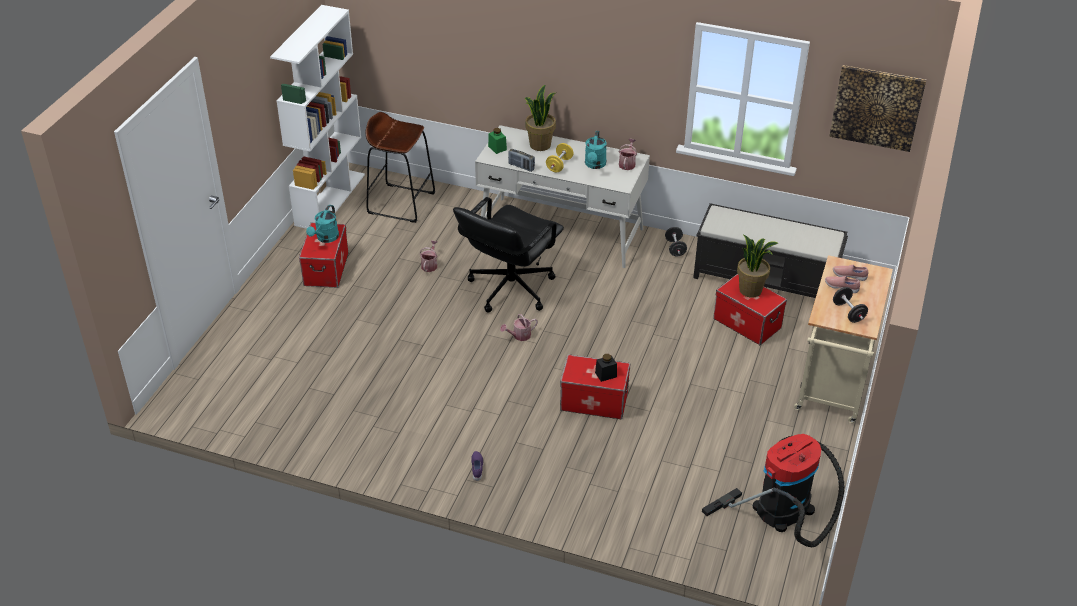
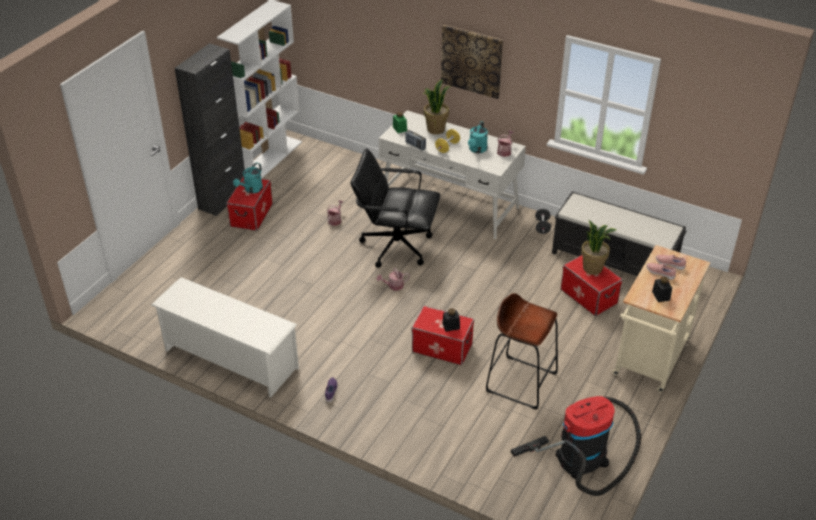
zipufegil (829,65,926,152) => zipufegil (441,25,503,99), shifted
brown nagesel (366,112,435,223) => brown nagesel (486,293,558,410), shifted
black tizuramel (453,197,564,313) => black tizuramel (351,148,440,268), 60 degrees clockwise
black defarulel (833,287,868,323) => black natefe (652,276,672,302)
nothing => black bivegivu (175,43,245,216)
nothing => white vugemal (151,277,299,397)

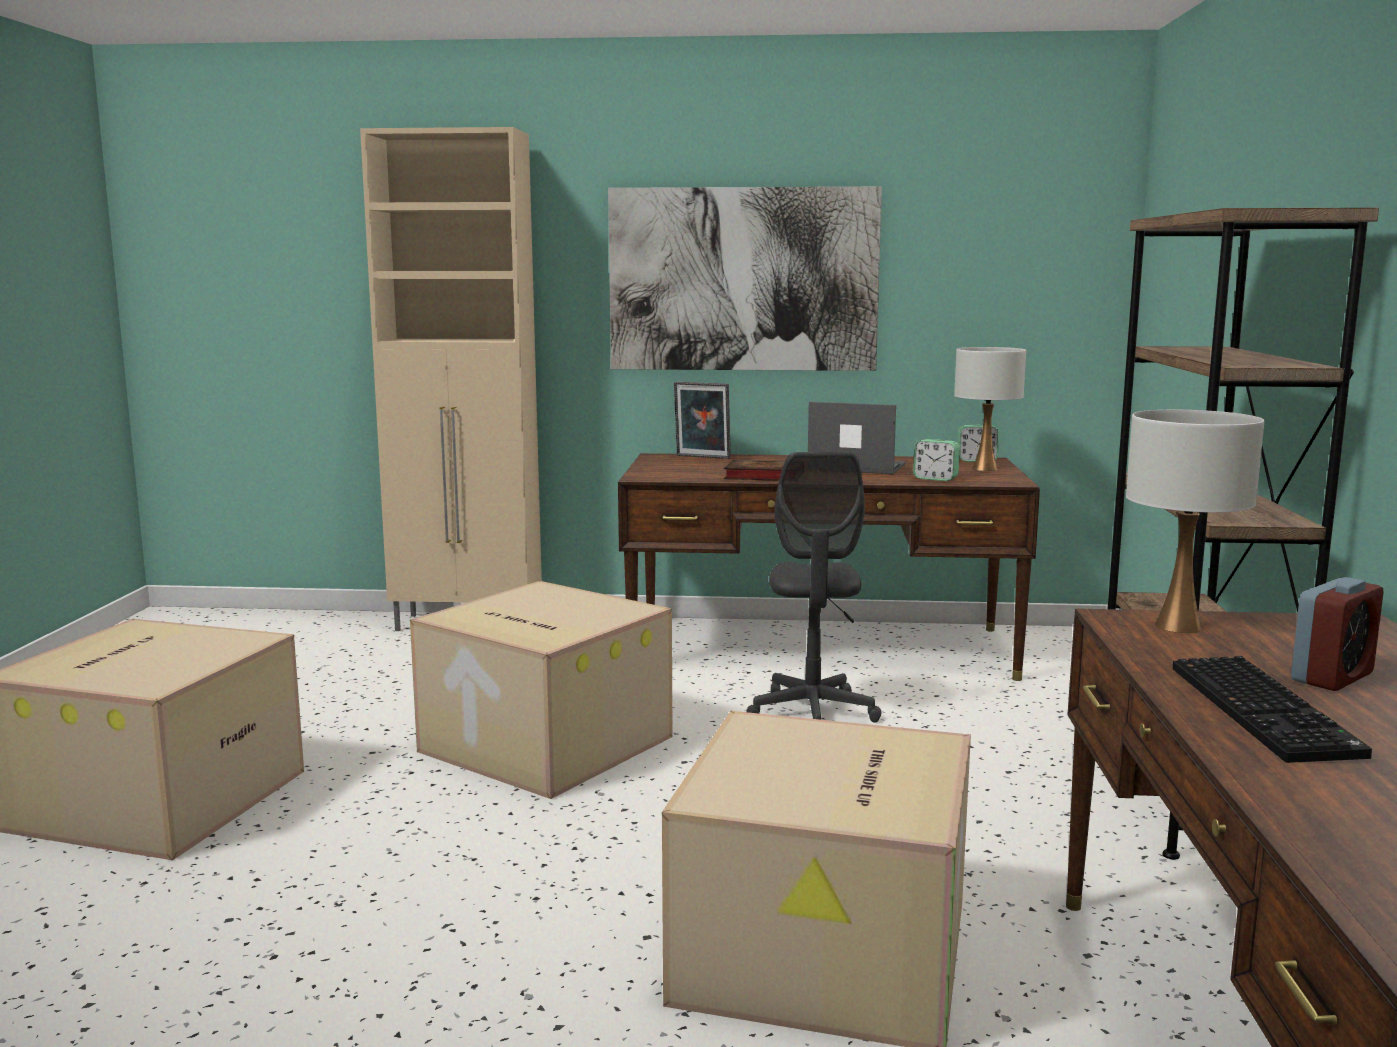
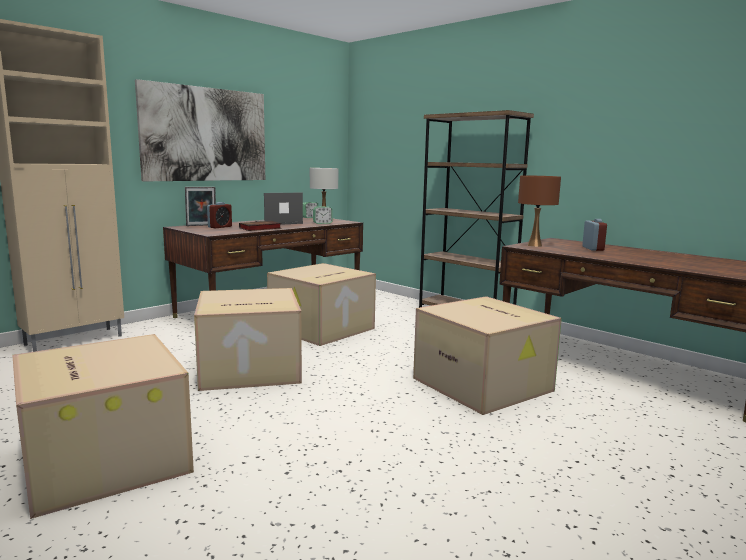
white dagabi (1126,410,1264,633) => brown dagabi (518,175,561,247)
grey tizuramel (746,452,882,723) => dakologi (267,263,376,346)
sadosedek (1173,656,1372,763) => nothing
nothing => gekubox (207,202,232,228)

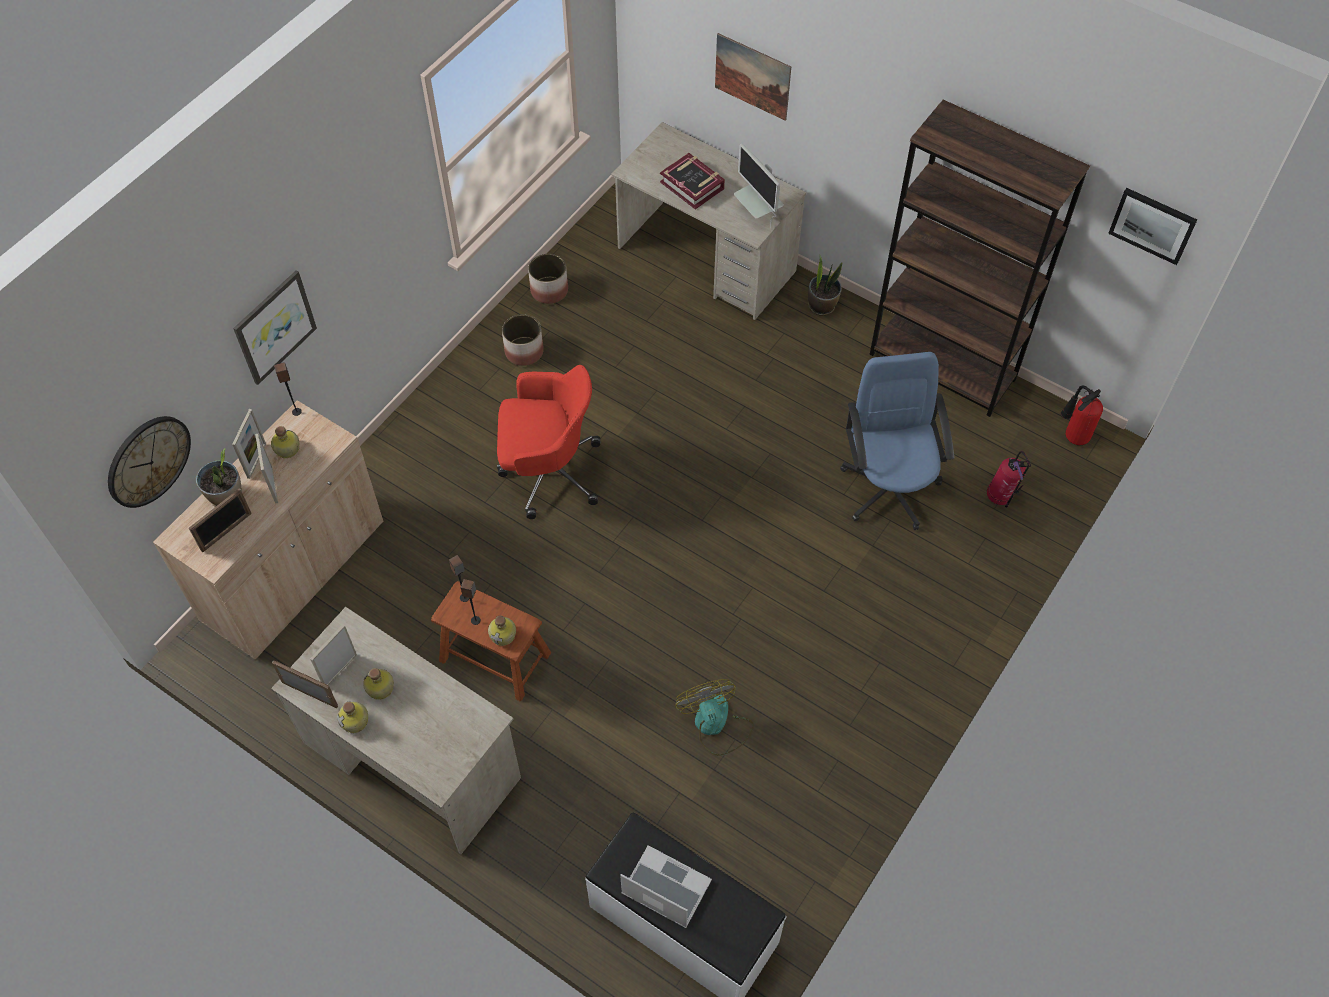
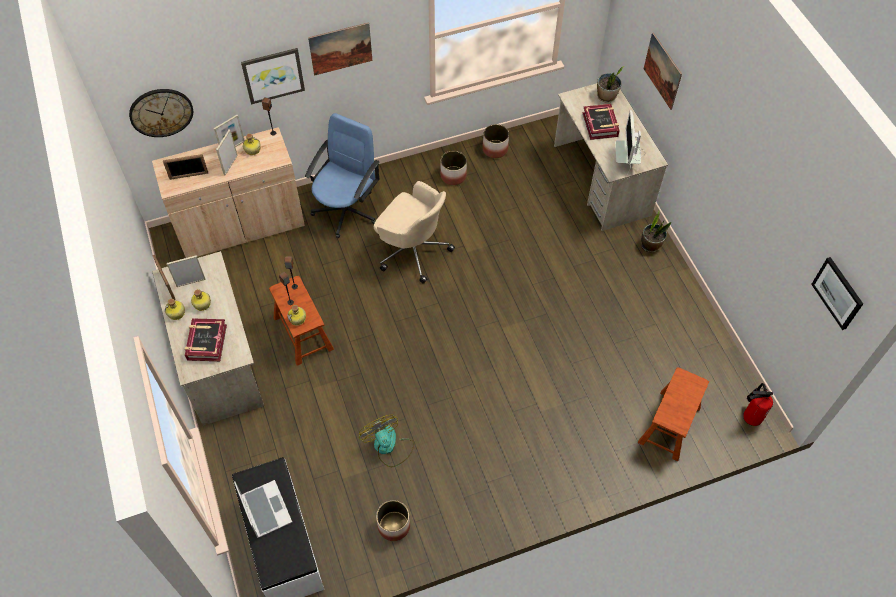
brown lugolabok (869,100,1090,417) => nothing
blue tizuramel (840,352,955,530) => blue tizuramel (305,113,380,238), shifted
red tizuramel (497,365,600,519) => beige tizuramel (374,181,455,283)
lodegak (196,448,242,507) => lodegak (597,66,624,103), shifted
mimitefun (987,451,1031,508) => brown nagesel (638,367,709,461)
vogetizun (675,679,754,756) => vogetizun (359,415,414,467), 45 degrees counterclockwise
nothing => zipufegil (308,22,372,76)
nothing => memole (185,318,227,361)
nothing => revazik (376,500,410,541)

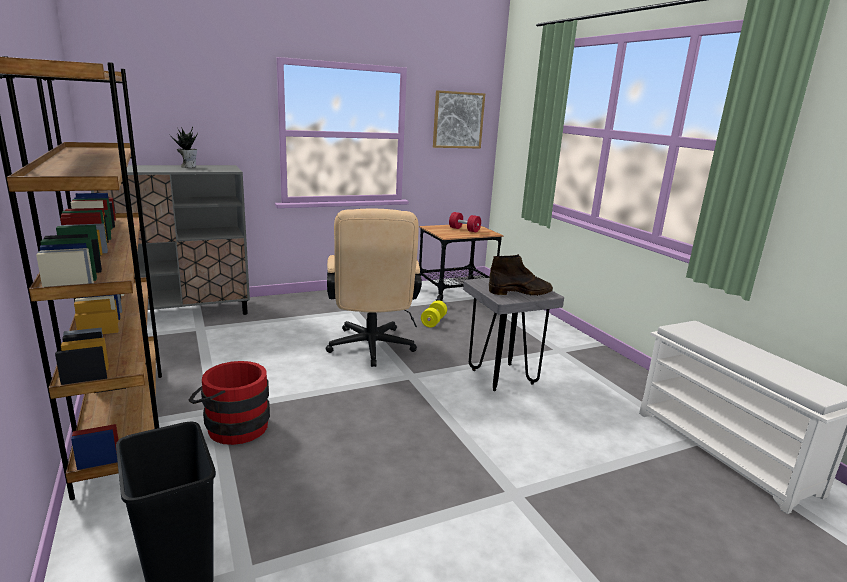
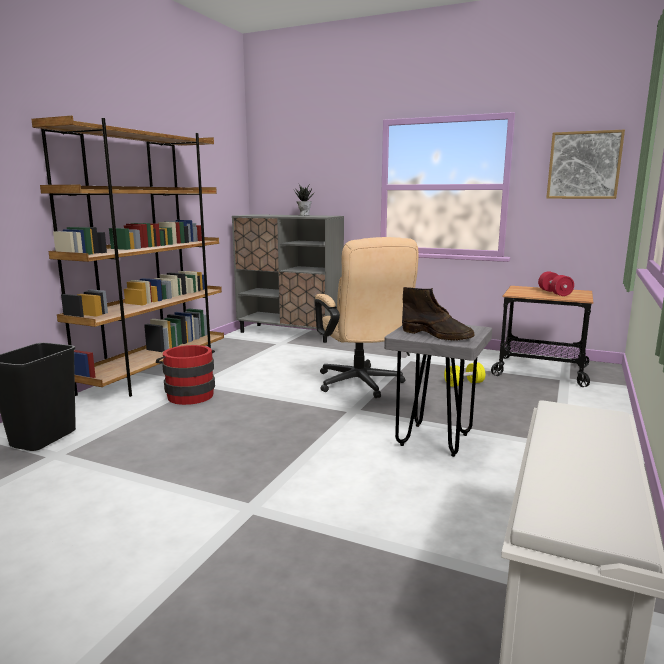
beige tizuramel (326,209,422,367) => beige tizuramel (315,237,419,398), 60 degrees counterclockwise

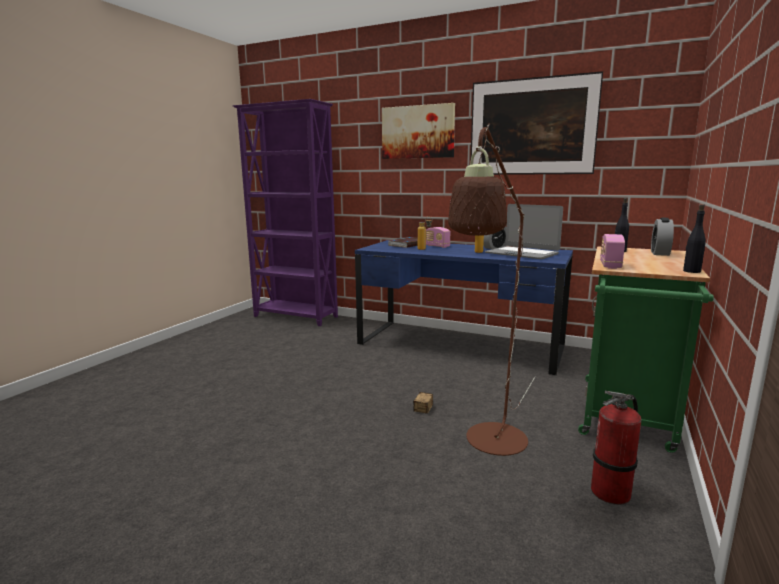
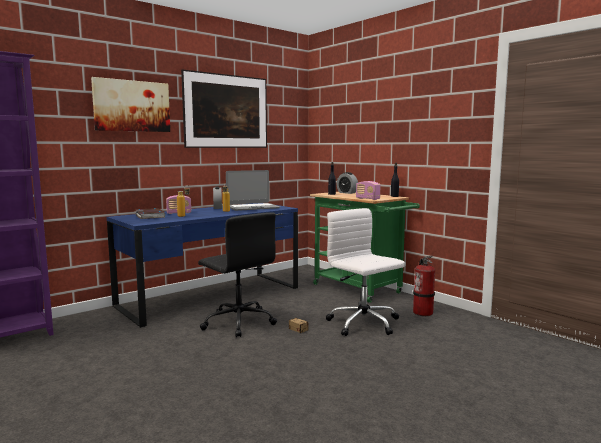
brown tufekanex (448,124,535,456) => white tizuramel (326,208,406,336)
nothing => black tizuramel (198,212,277,337)

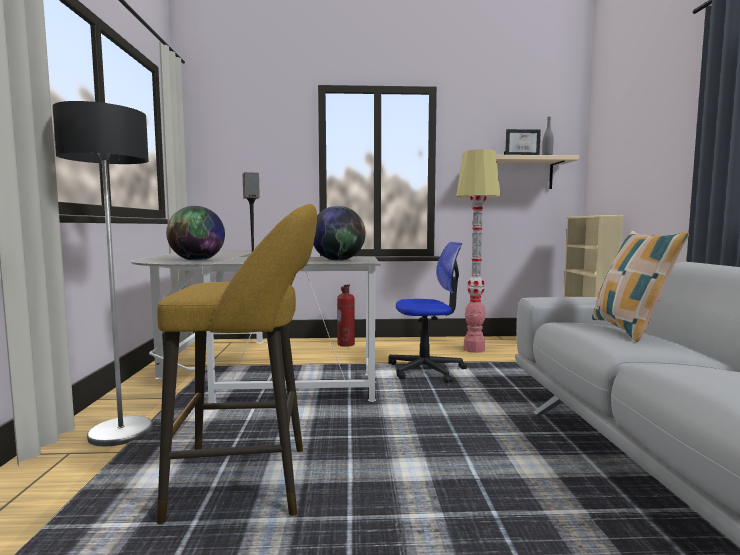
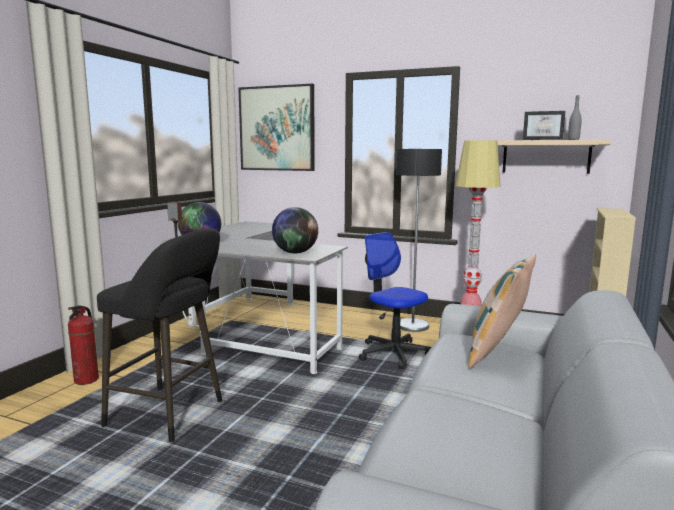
tufekanex (52,101,153,446) => tufekanex (396,149,442,332), shifted
yellow nagesel (157,204,317,524) => black nagesel (97,228,222,442)
tizuramel (388,242,467,383) => tizuramel (359,232,431,369), 150 degrees counterclockwise
mimitefun (337,285,355,347) => mimitefun (68,306,99,385), shifted
nothing => zipufegil (238,84,315,171)

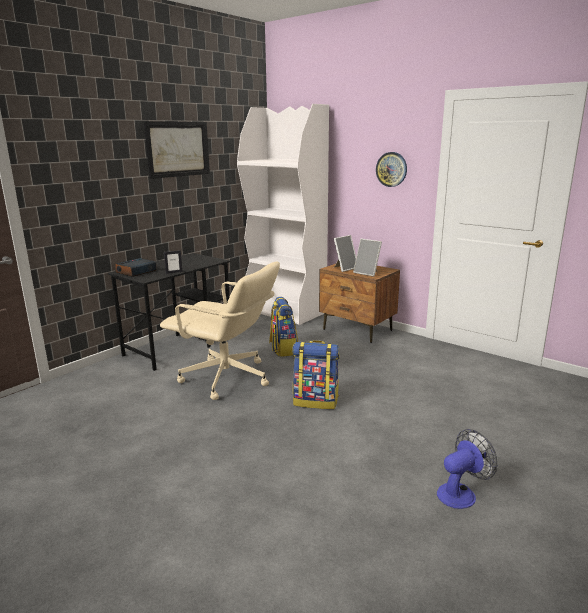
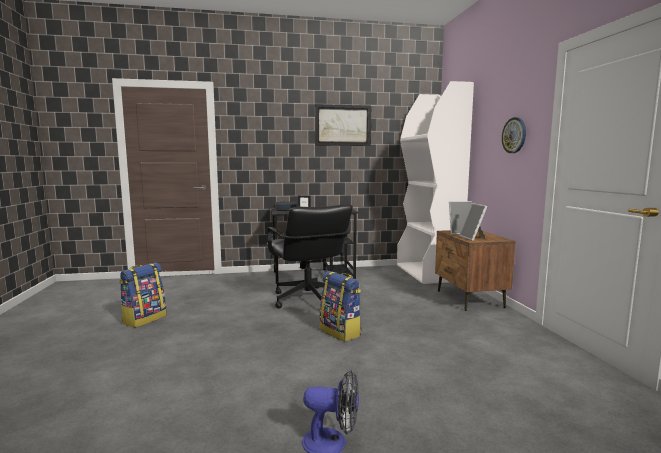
beige tizuramel (160,262,280,400) => black tizuramel (267,204,353,308)
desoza (269,297,298,357) => desoza (119,263,167,328), shifted

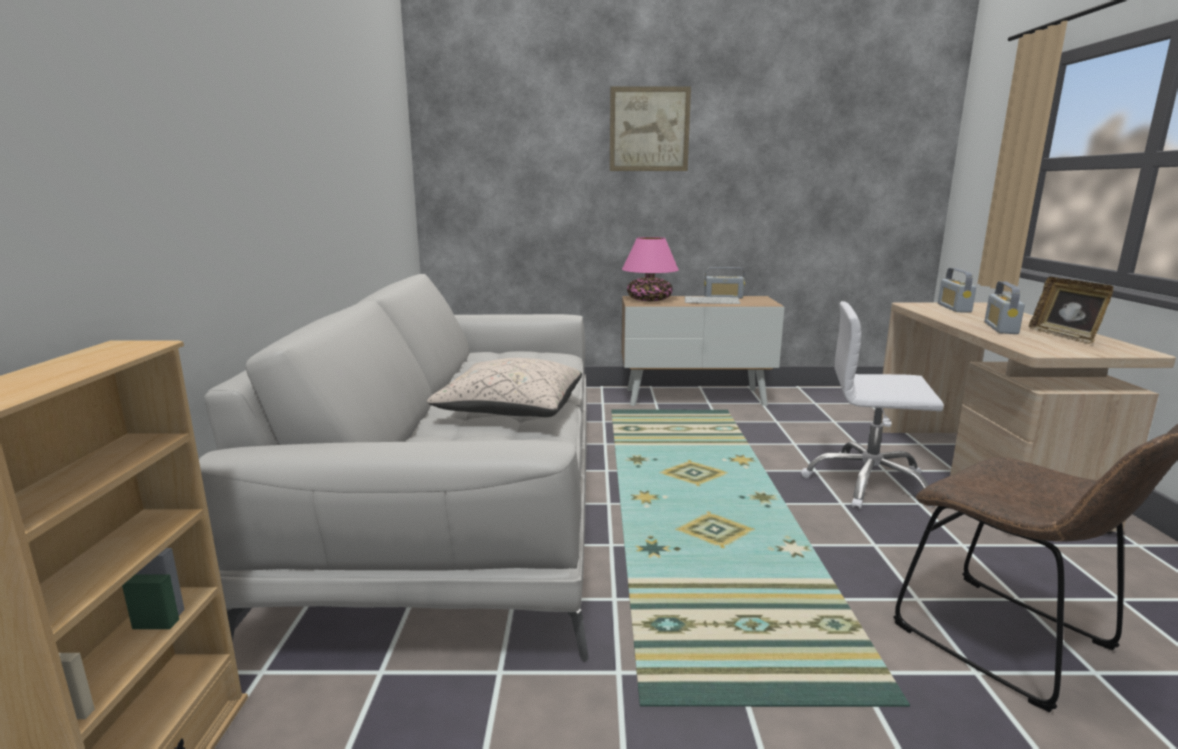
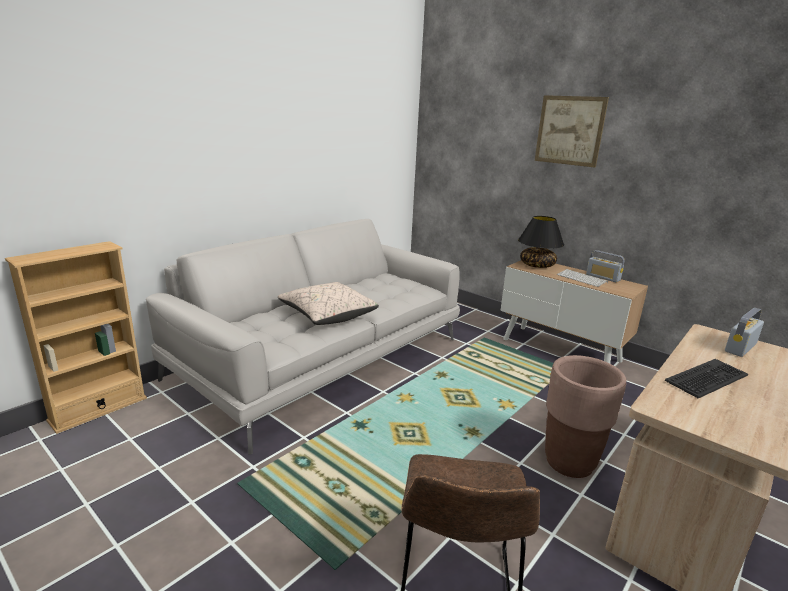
pink dagabi (622,237,679,301) => black dagabi (518,216,564,268)
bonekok (1029,277,1113,344) => nothing
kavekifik (985,281,1025,334) => sadosedek (665,359,748,399)
white tizuramel (801,301,944,509) => brown revazik (545,355,626,478)

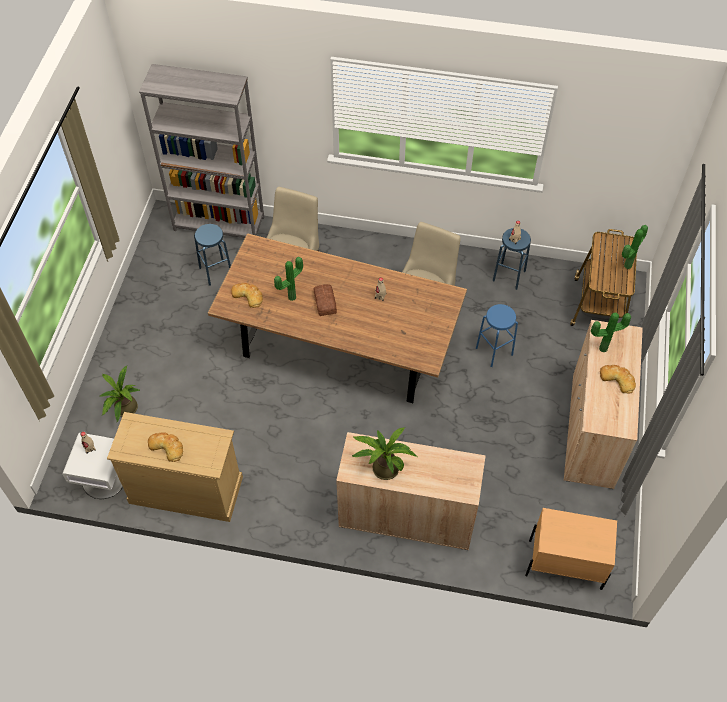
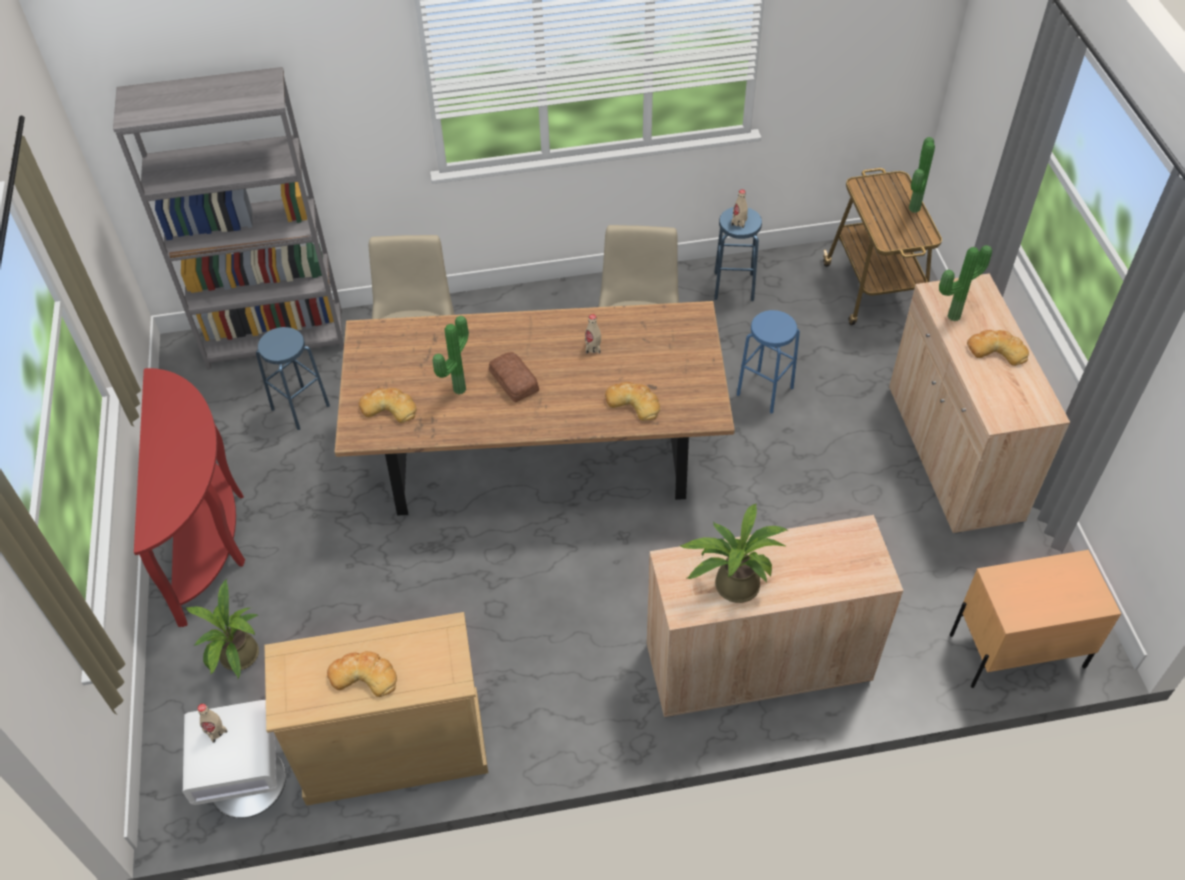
nothing => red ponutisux (134,368,245,627)
nothing => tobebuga (605,382,660,421)

